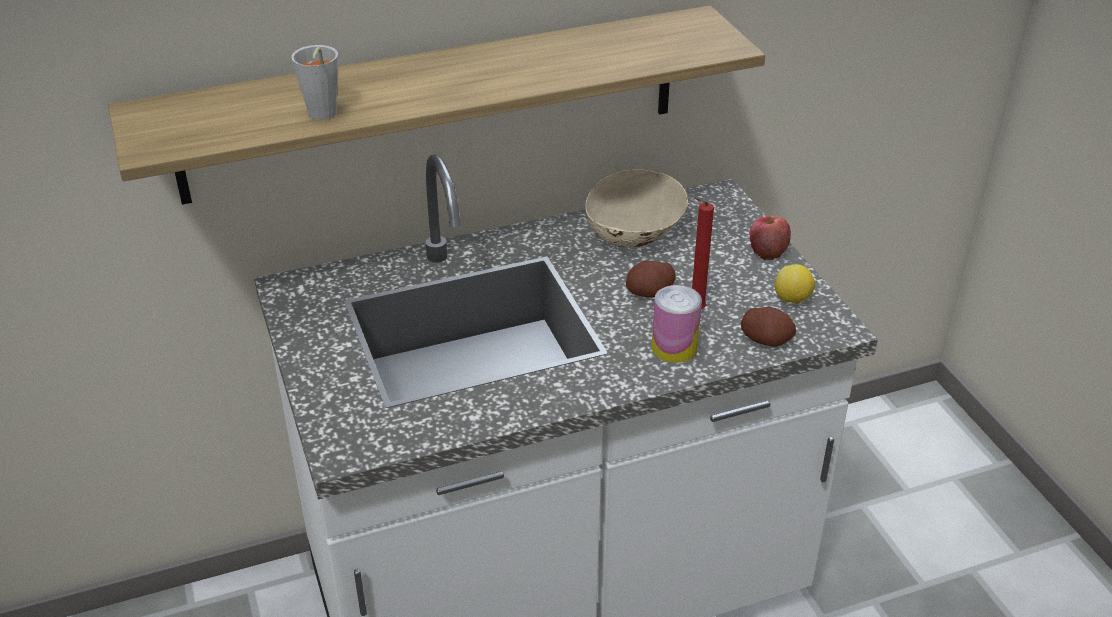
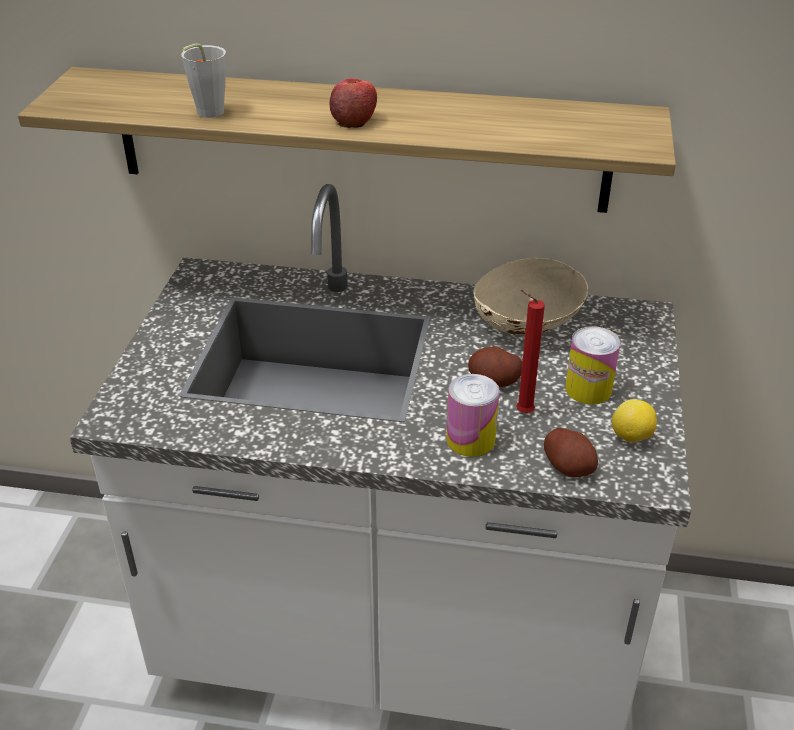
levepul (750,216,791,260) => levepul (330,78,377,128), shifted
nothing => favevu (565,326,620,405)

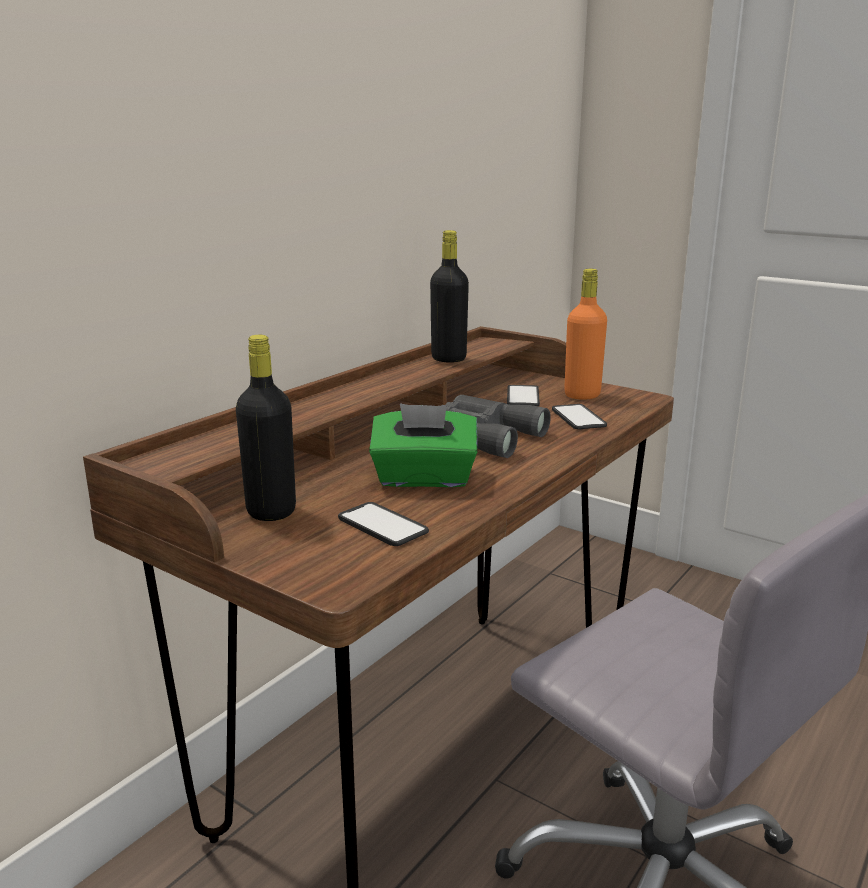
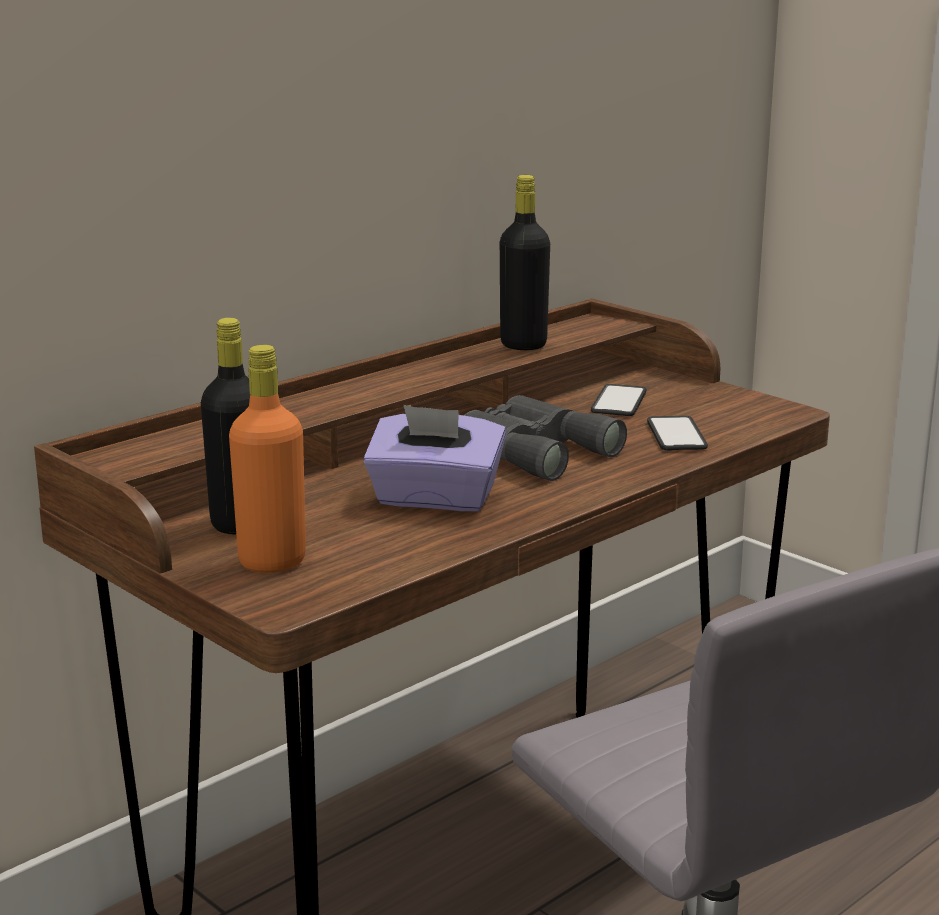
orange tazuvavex (564,269,607,400) => orange tazuvavex (229,345,306,573), shifted
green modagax (369,404,477,487) => purple modagax (363,405,506,511)
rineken (338,502,429,546) => nothing

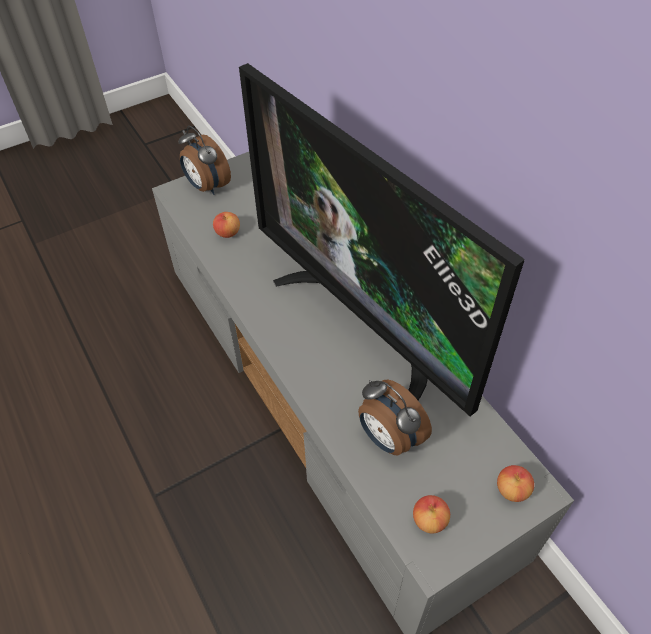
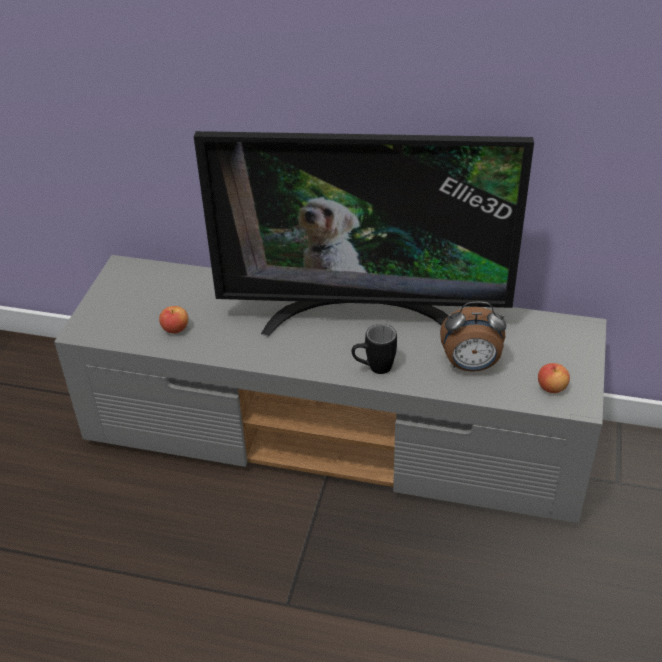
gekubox (178,126,231,195) => nothing
levepul (497,465,534,502) => nothing
nothing => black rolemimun (352,324,397,374)

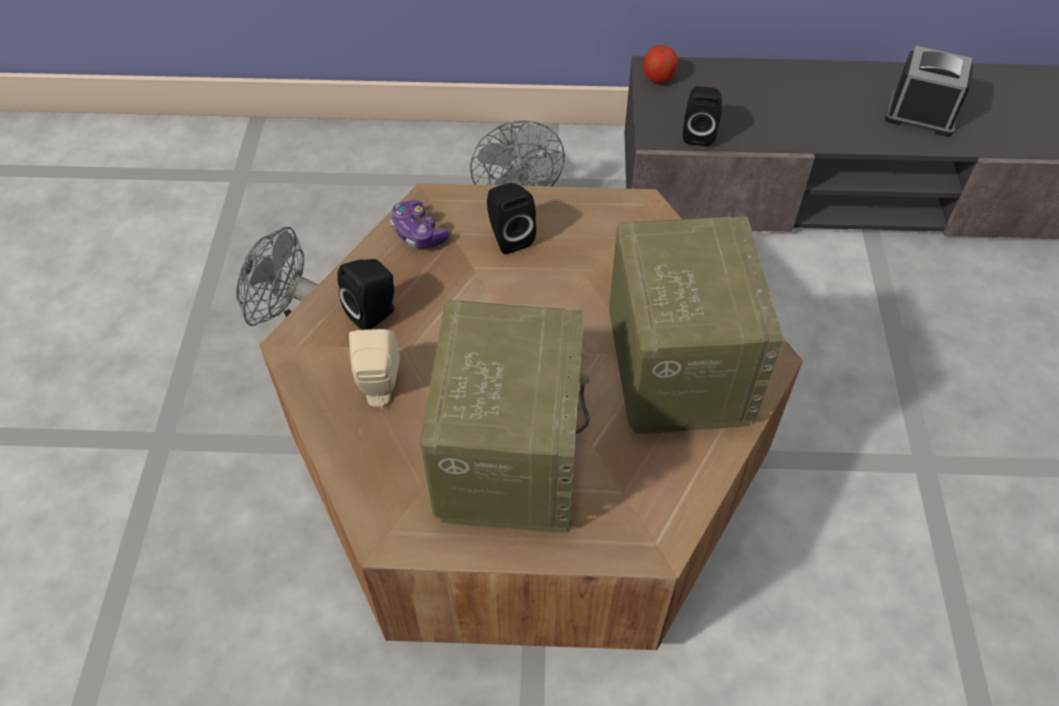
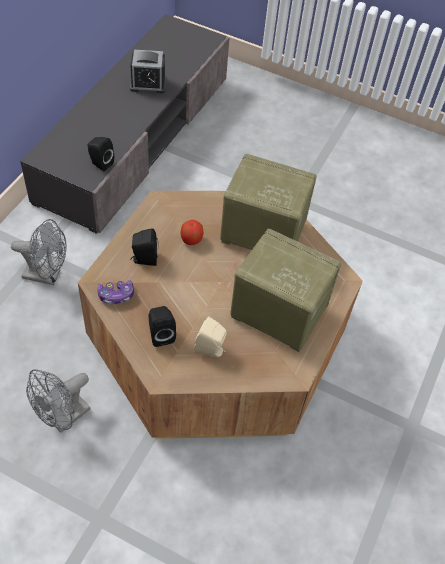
levepul (643,45,678,83) => levepul (181,220,204,245), shifted
gekubox (885,46,974,137) => gekubox (130,50,166,93), 135 degrees counterclockwise

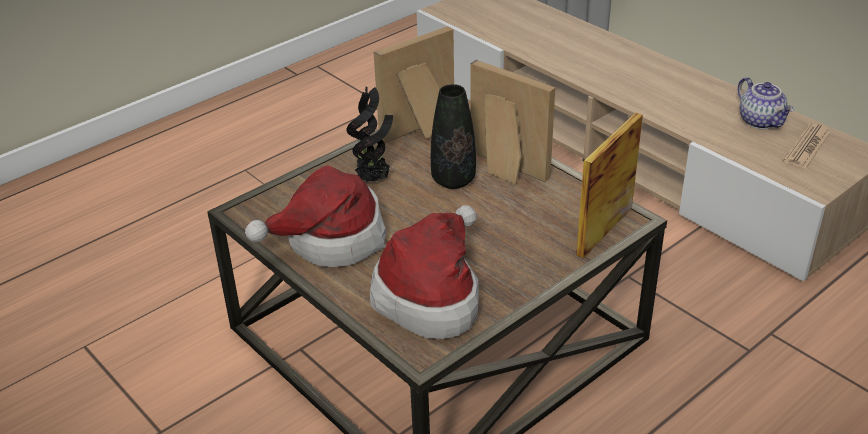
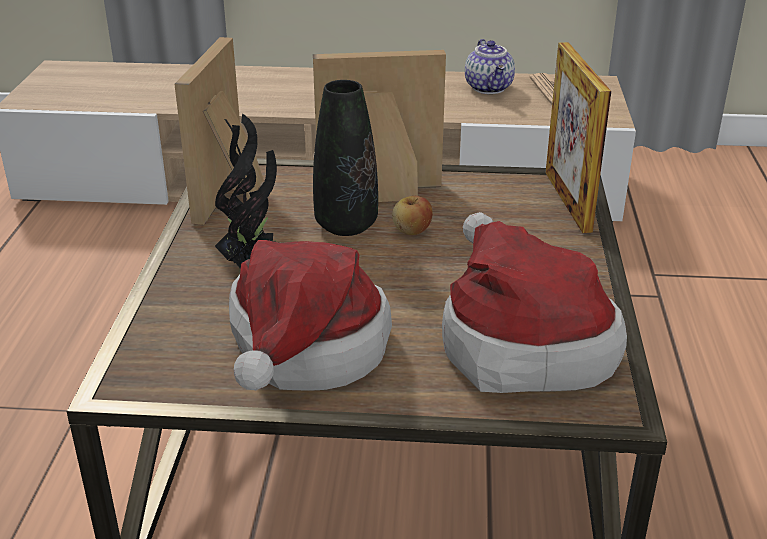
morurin (738,77,794,129) => morurin (465,39,515,94), 60 degrees clockwise
nothing => levepul (392,196,433,235)

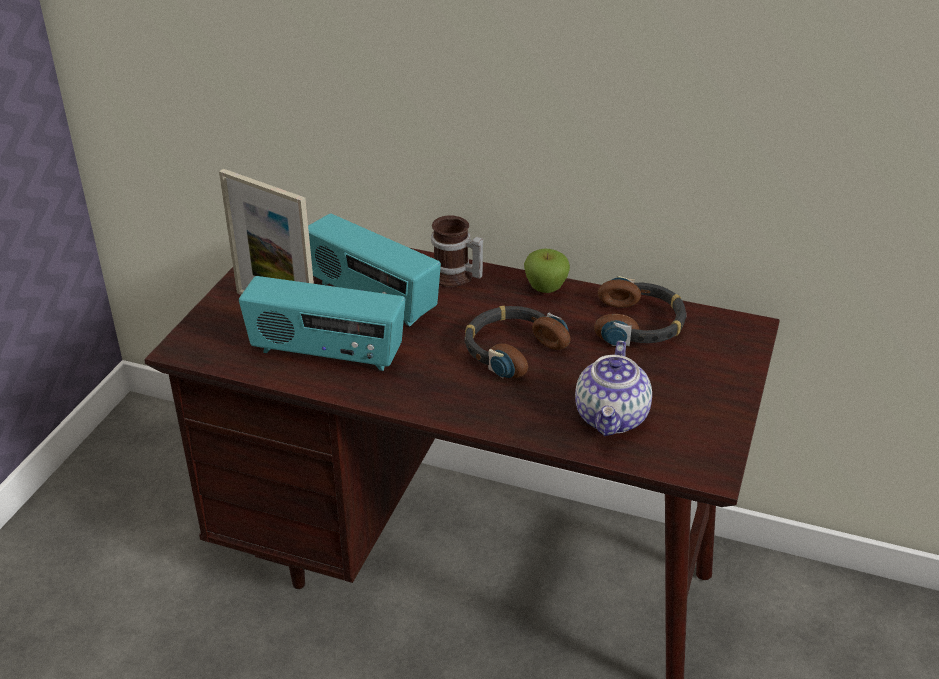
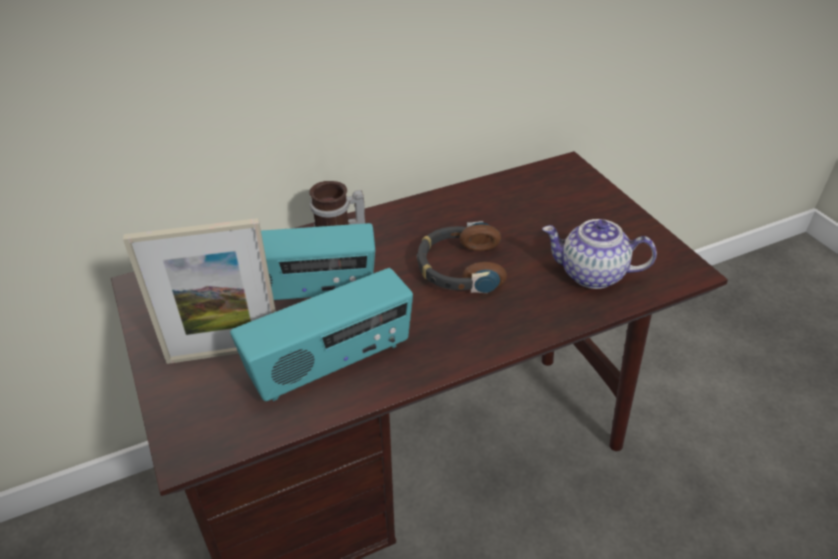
levepul (524,249,570,293) => nothing
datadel (594,276,687,346) => nothing
morurin (575,340,652,436) => morurin (542,219,657,289), 135 degrees clockwise

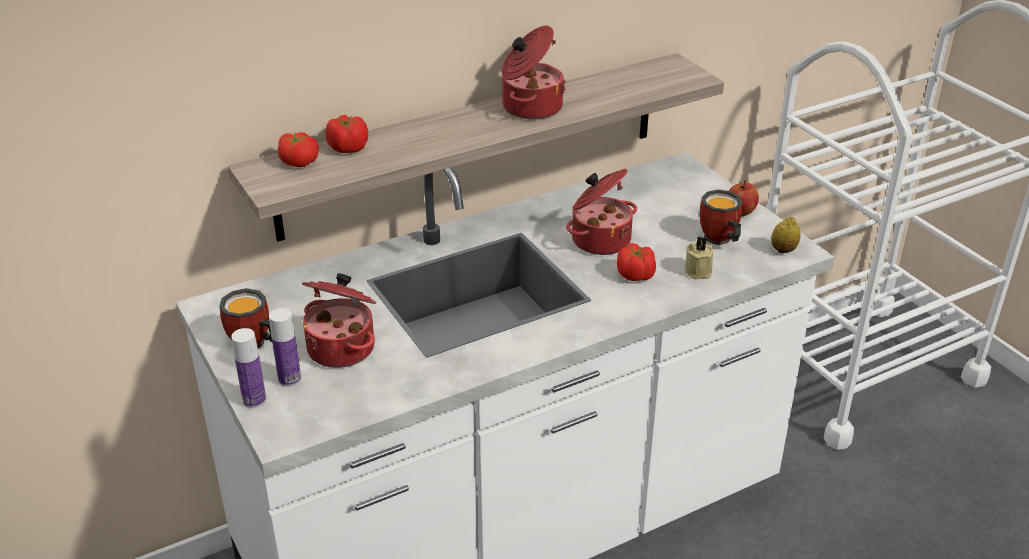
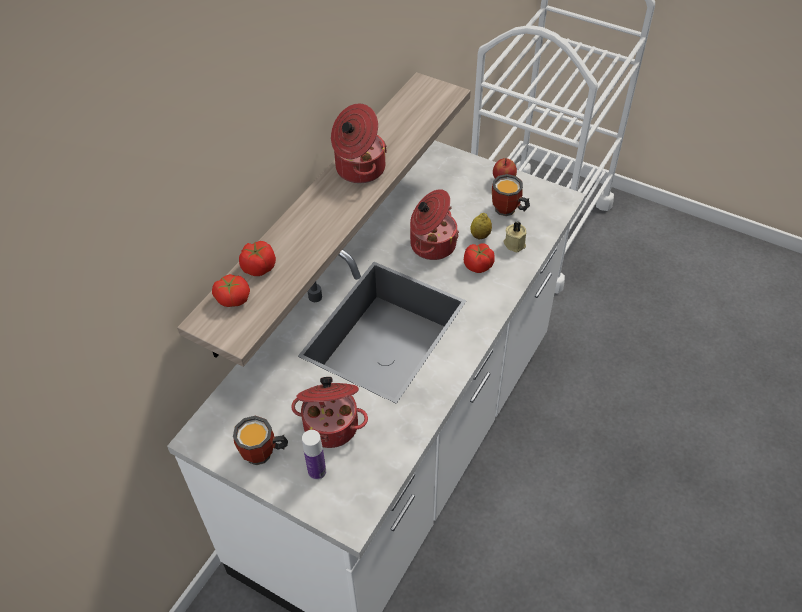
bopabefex (771,217,801,253) => bopabefex (470,213,492,239), shifted
tazuvavex (231,328,266,408) => nothing

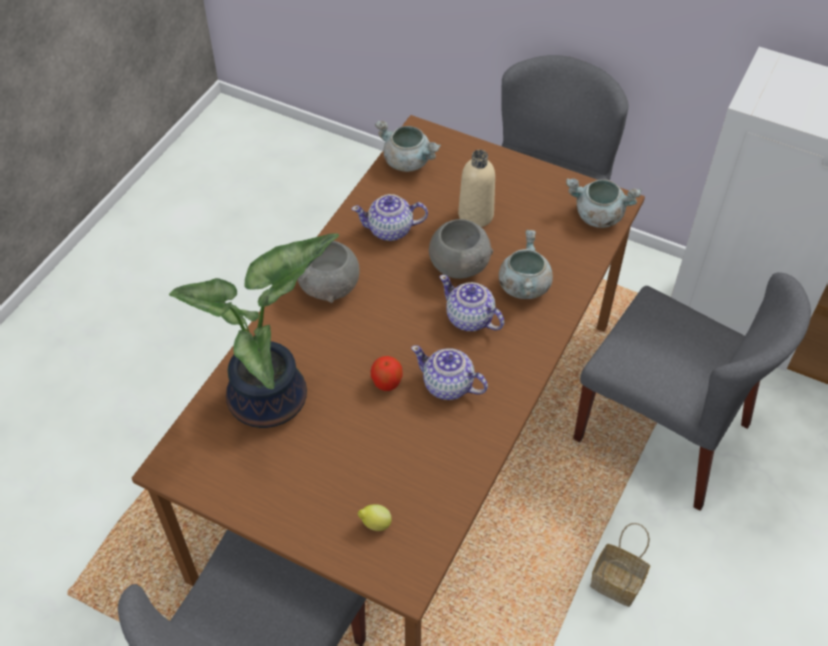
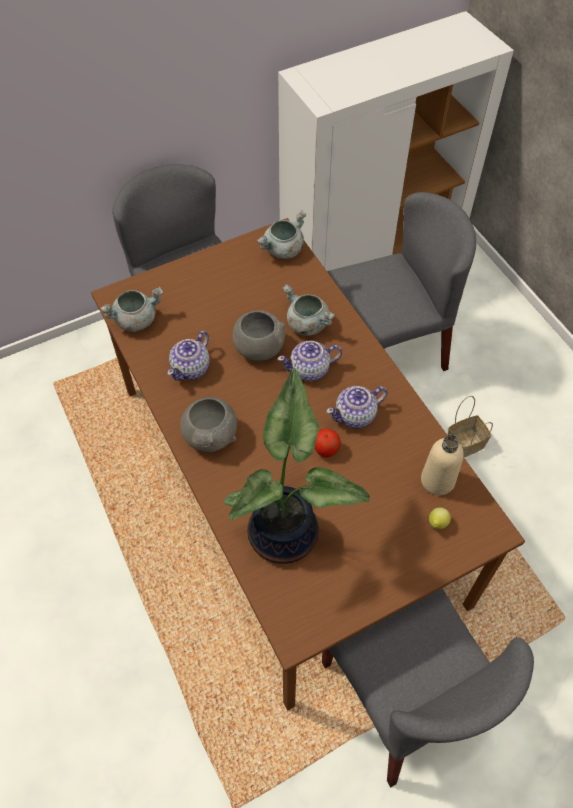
beige tazuvavex (458,150,495,227) => beige tazuvavex (421,434,464,495), shifted

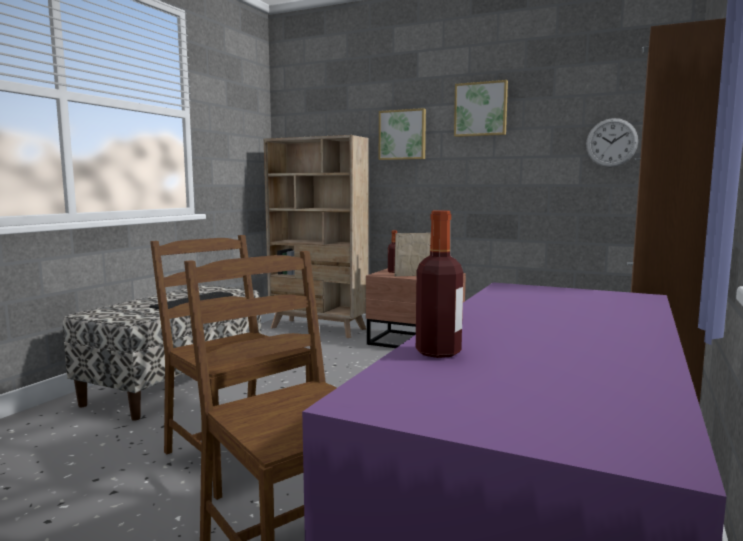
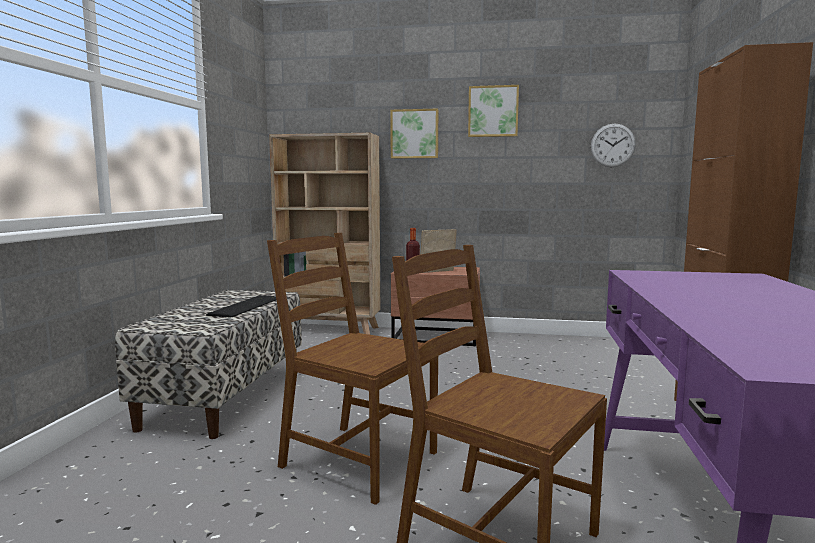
tazuvavex (416,210,463,358) => nothing

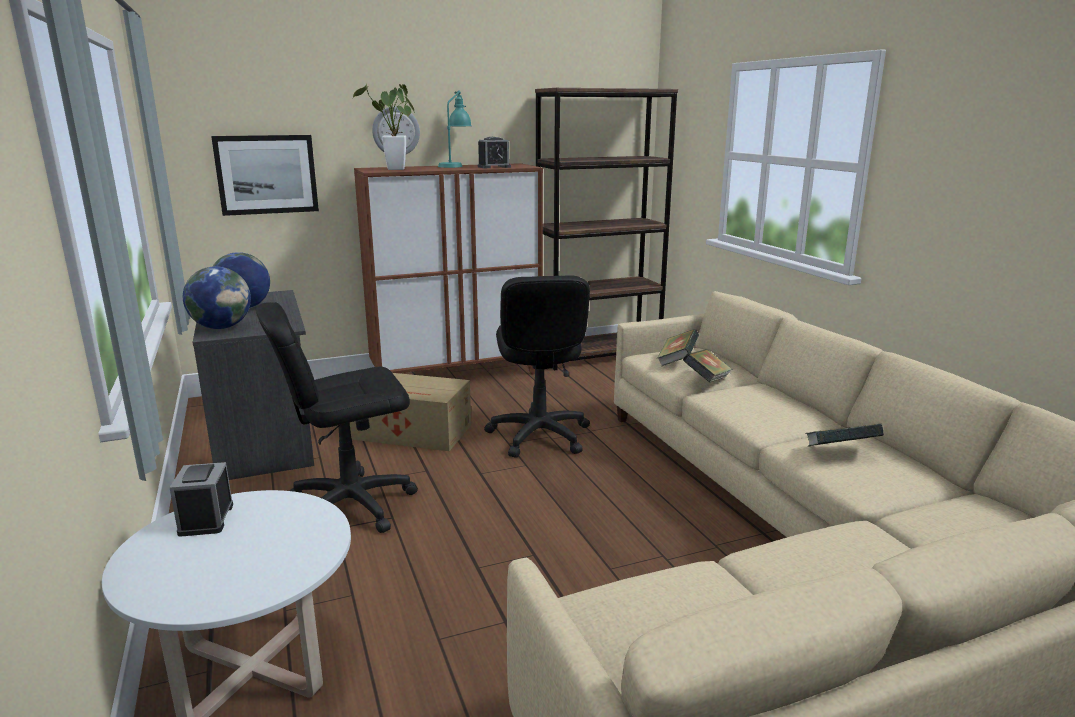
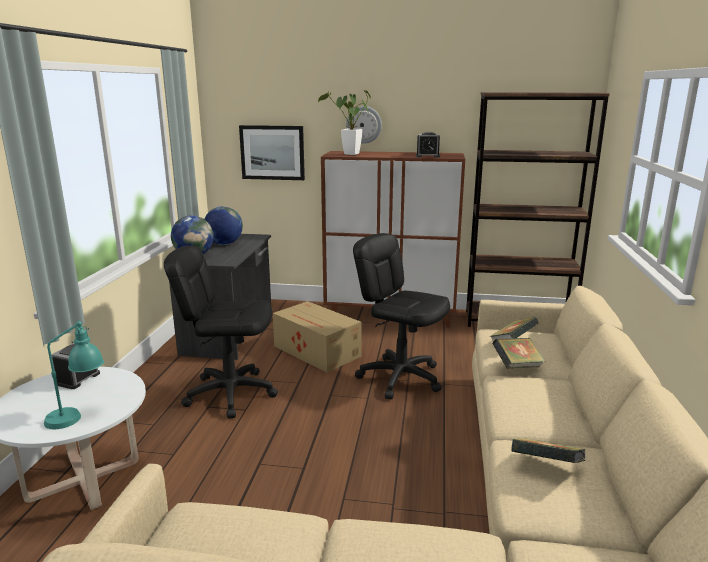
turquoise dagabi (438,90,472,168) => turquoise dagabi (44,320,104,429), shifted
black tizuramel (484,275,590,458) => black tizuramel (353,233,450,399), 105 degrees clockwise

